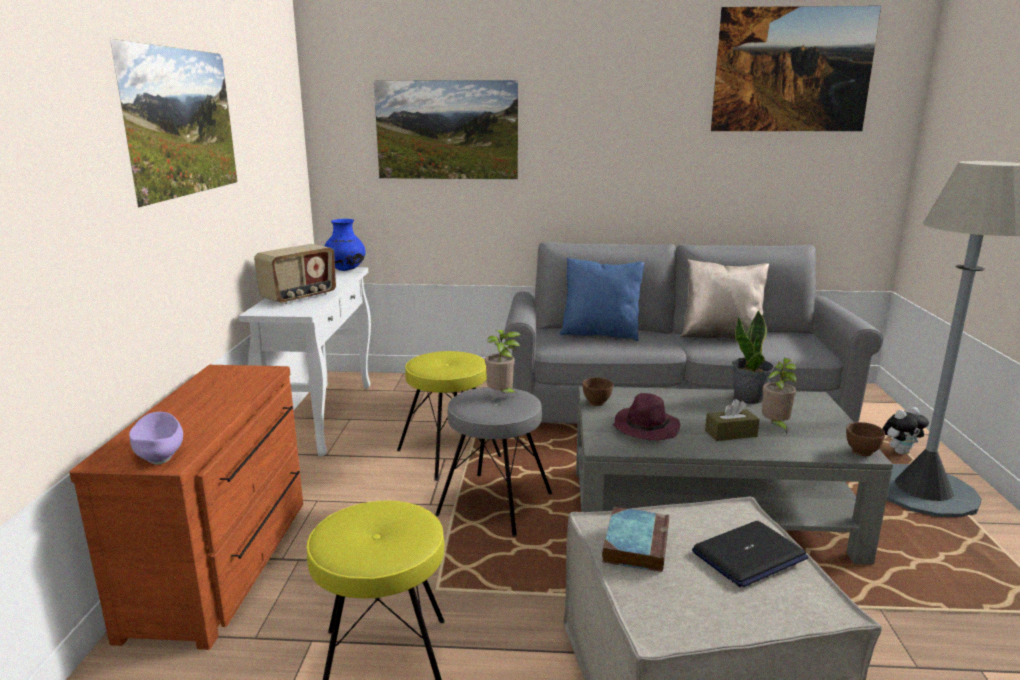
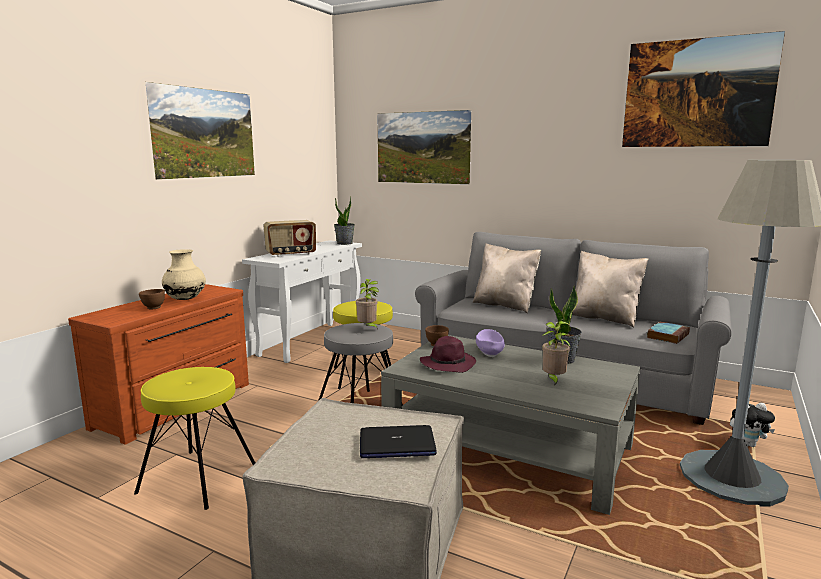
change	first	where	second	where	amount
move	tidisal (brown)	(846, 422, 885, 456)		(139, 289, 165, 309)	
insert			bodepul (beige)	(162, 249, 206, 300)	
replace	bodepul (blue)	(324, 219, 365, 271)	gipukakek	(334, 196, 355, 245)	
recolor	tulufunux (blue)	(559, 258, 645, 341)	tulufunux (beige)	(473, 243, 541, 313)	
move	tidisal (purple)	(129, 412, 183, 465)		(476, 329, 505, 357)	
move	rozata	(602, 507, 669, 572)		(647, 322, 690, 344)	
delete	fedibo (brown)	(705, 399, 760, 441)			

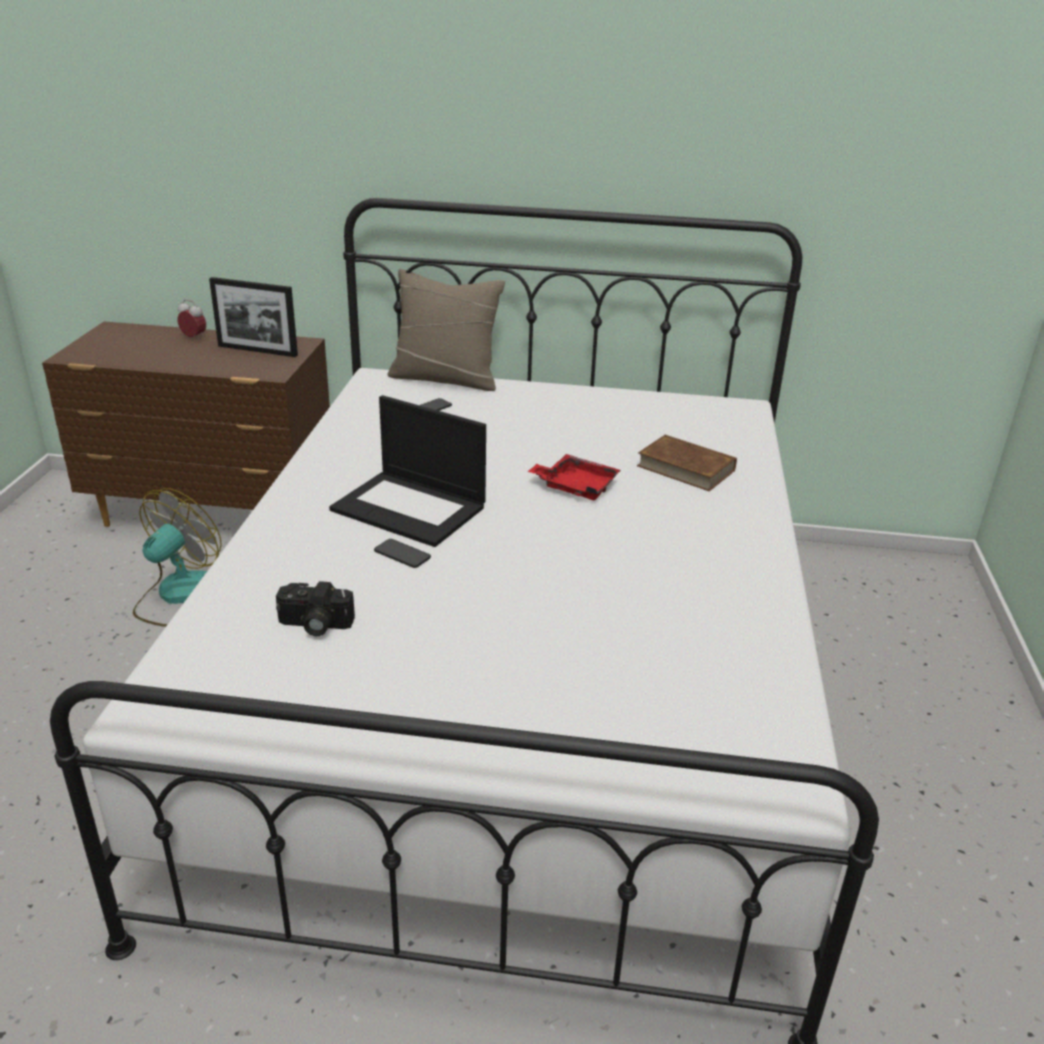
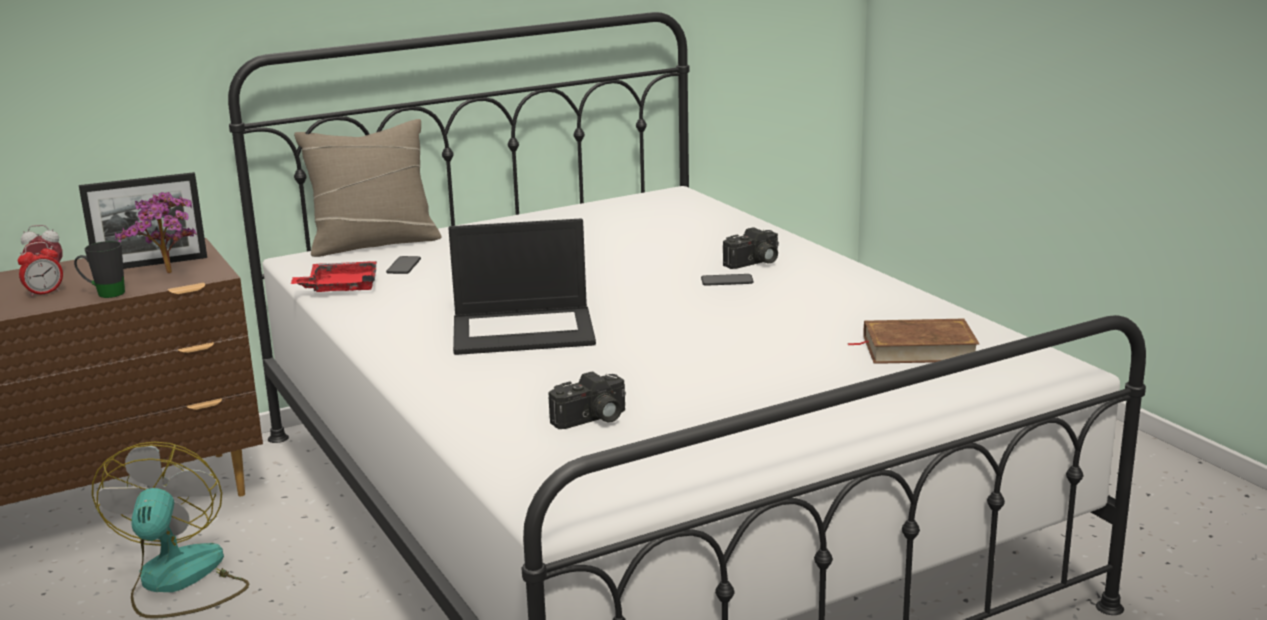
change	first	where	second	where	amount
insert			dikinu	(17, 242, 63, 297)	
insert			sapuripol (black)	(74, 241, 125, 298)	
insert			gipukakek	(115, 192, 196, 273)	
move	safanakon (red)	(528, 454, 621, 500)		(291, 261, 377, 292)	
move	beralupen	(374, 539, 431, 568)		(701, 274, 754, 286)	
insert			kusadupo	(723, 227, 779, 269)	
move	rozata (brown)	(637, 435, 737, 491)		(848, 319, 979, 364)	

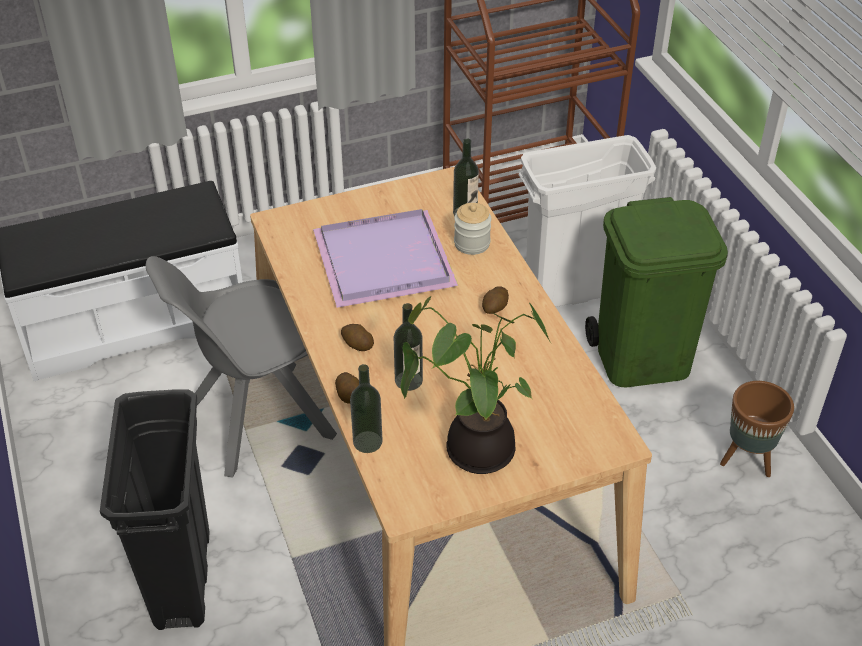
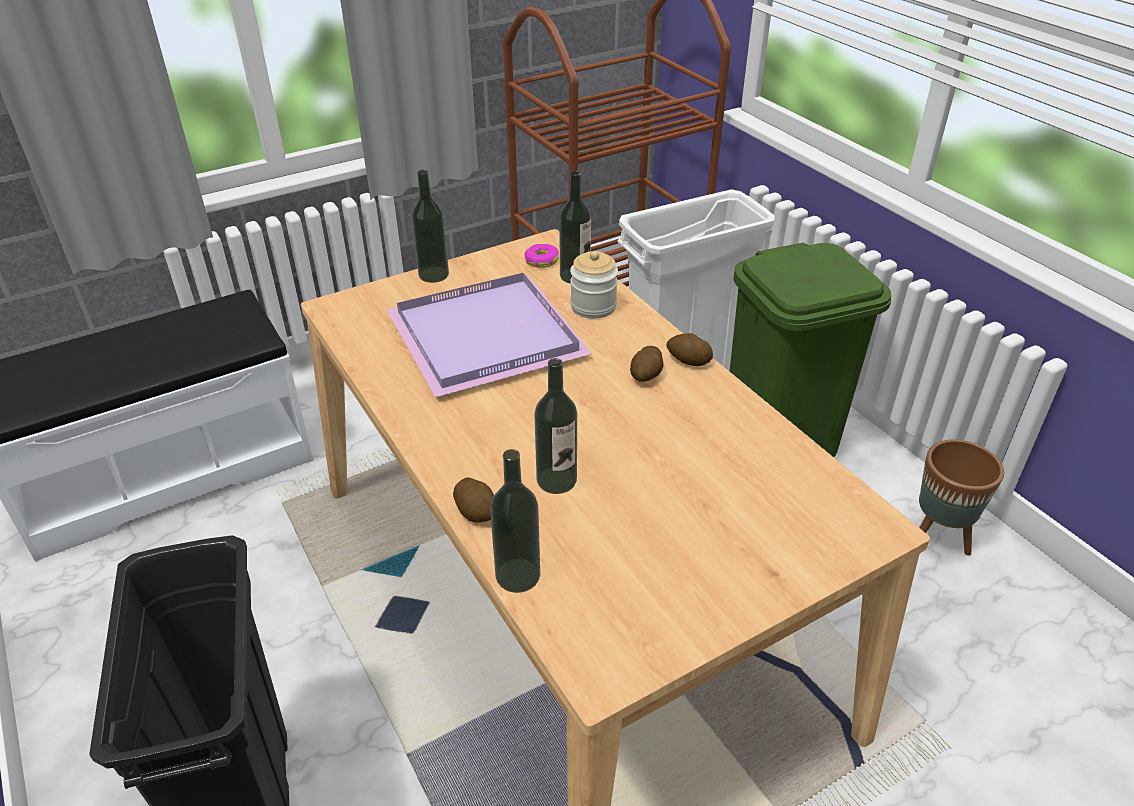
change	first	where	second	where	amount
insert			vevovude	(411, 170, 449, 283)	
insert			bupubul	(525, 244, 559, 268)	
move	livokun	(341, 324, 374, 351)		(666, 333, 713, 366)	
delete	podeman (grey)	(145, 256, 337, 478)			
delete	gipukakek	(401, 296, 551, 474)			

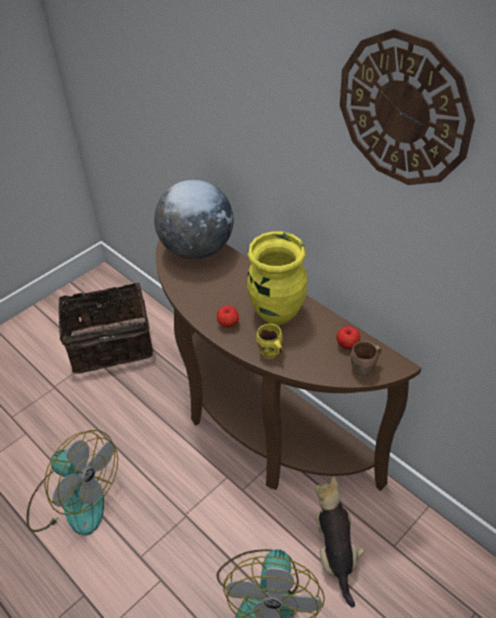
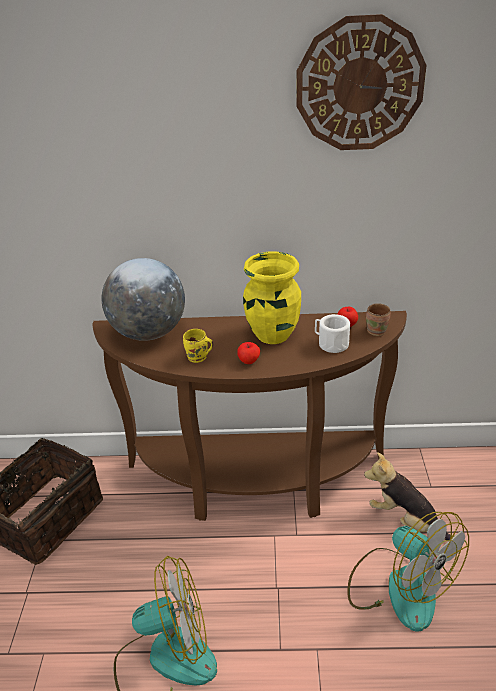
change	first	where	second	where	amount
move	sapuripol (yellow)	(256, 324, 283, 359)		(183, 329, 213, 363)	
insert			sapuripol (white)	(315, 314, 350, 353)	

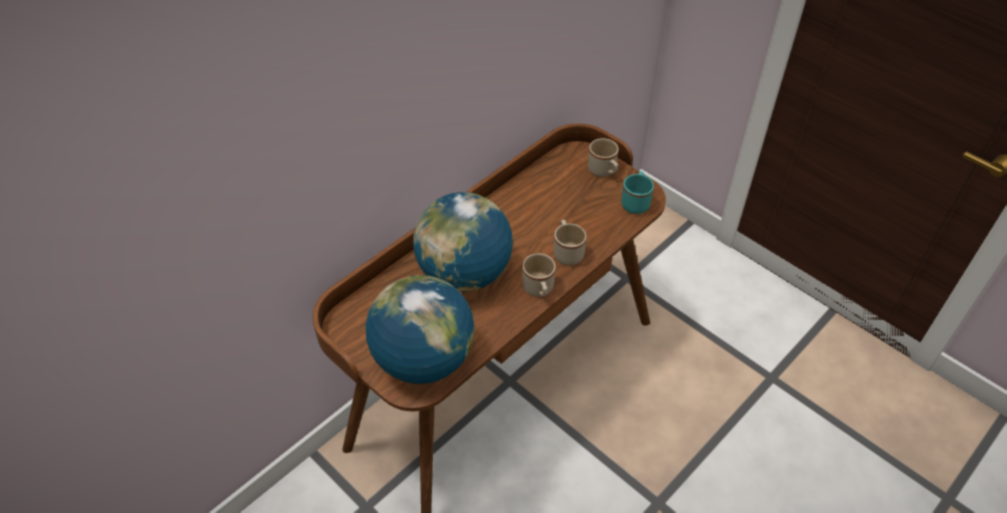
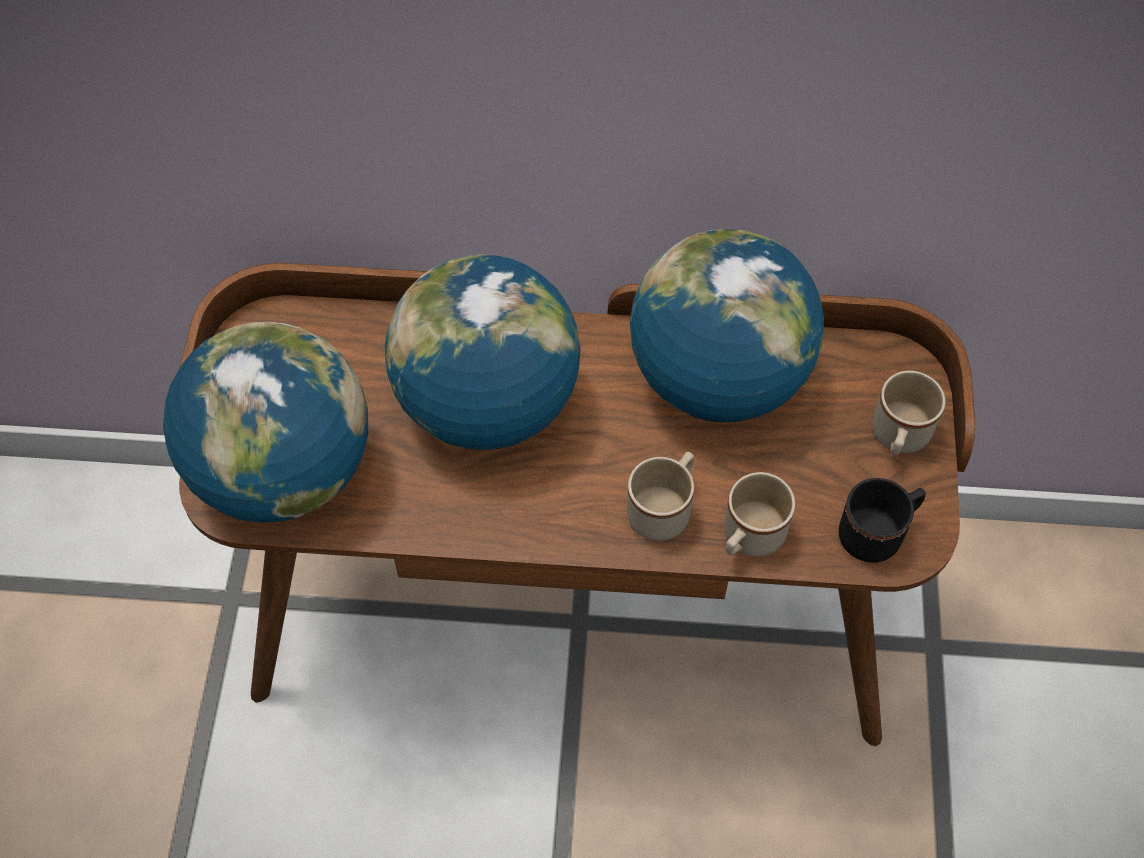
change	first	where	second	where	amount
insert			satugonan	(630, 229, 824, 423)	
move	sapuripol (beige)	(522, 253, 556, 297)		(724, 472, 795, 557)	
recolor	sapuripol (turquoise)	(621, 171, 654, 214)	sapuripol (black)	(839, 478, 926, 563)	

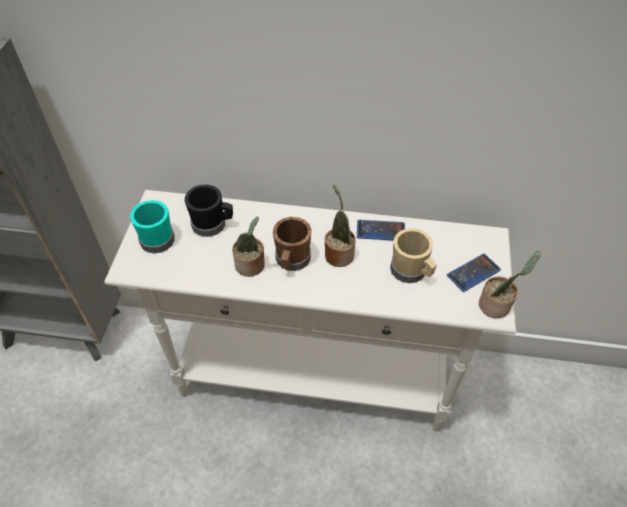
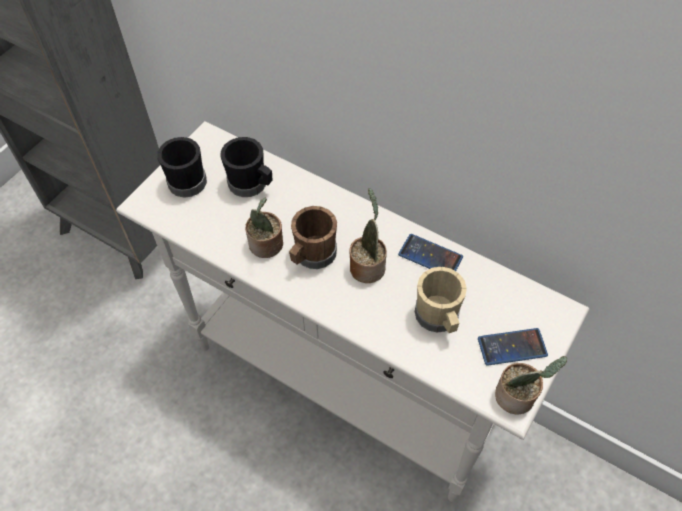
change	first	where	second	where	amount
recolor	sapuripol (turquoise)	(130, 200, 175, 253)	sapuripol (black)	(157, 137, 207, 198)	

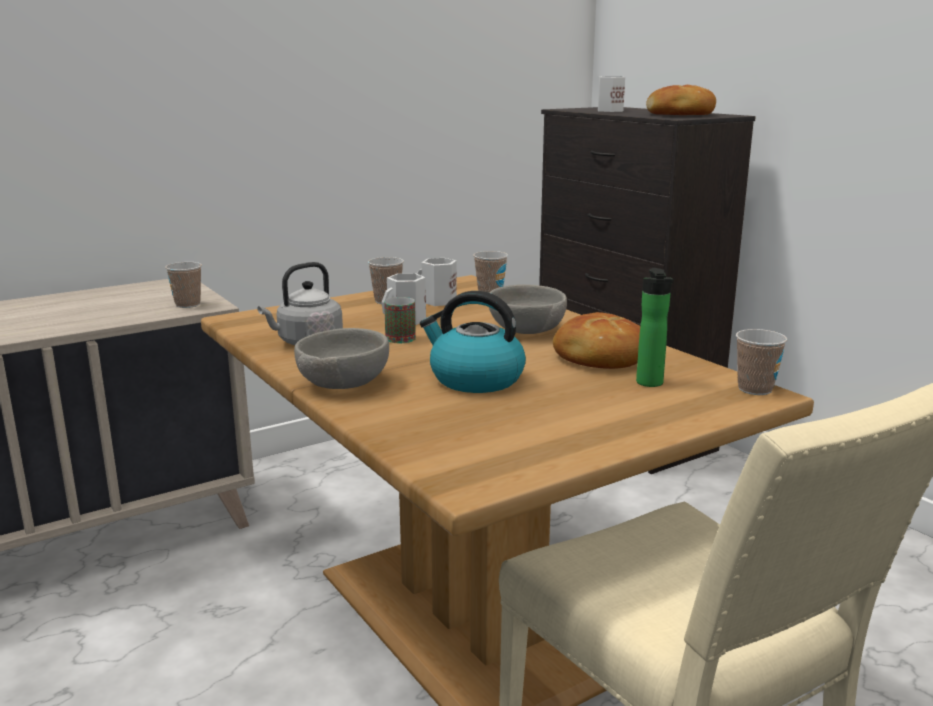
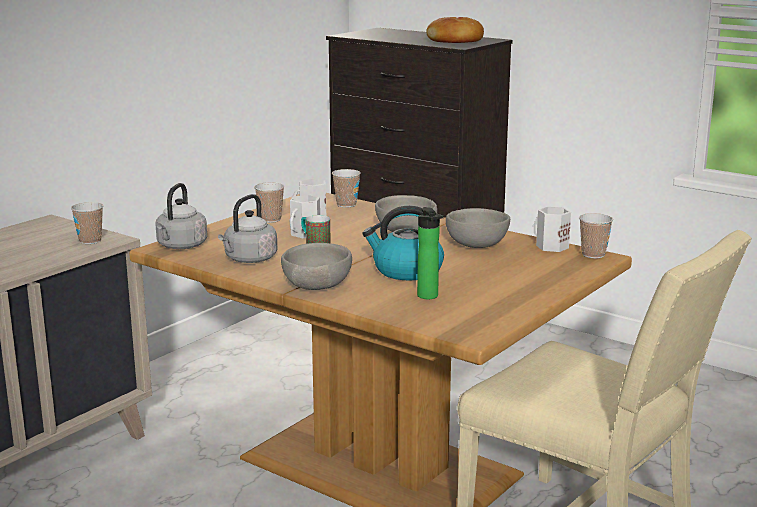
change	first	where	second	where	amount
insert			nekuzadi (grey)	(155, 183, 207, 249)	
move	vevovude	(636, 268, 673, 387)		(417, 207, 444, 299)	
replace	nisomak	(553, 312, 640, 369)	tidisal (grey)	(446, 208, 510, 248)	
move	sapuripol (white)	(598, 76, 625, 112)		(534, 207, 571, 252)	

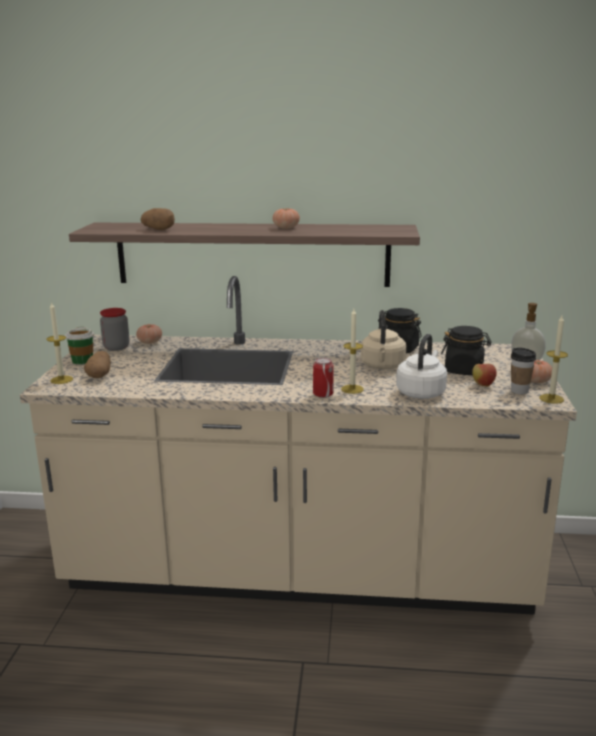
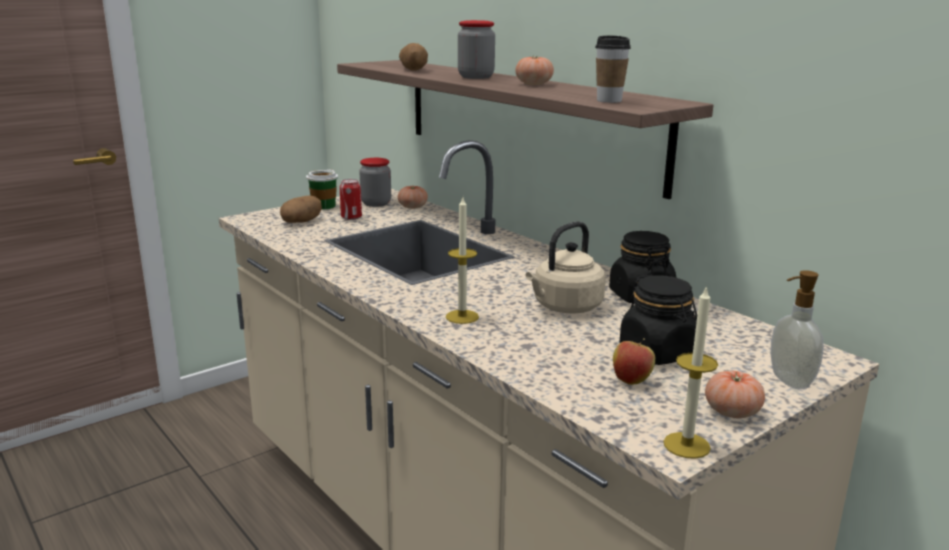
change	first	where	second	where	amount
move	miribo	(313, 357, 334, 398)		(340, 179, 362, 220)	
insert			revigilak	(458, 20, 495, 79)	
move	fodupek	(511, 347, 536, 394)		(595, 36, 631, 103)	
delete	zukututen	(46, 301, 73, 384)			
delete	nekuzadi (white)	(396, 334, 447, 399)			

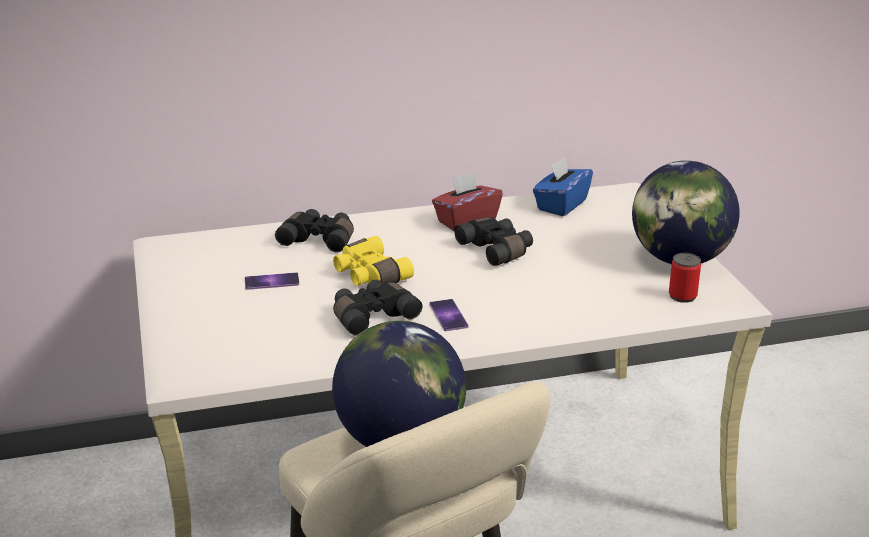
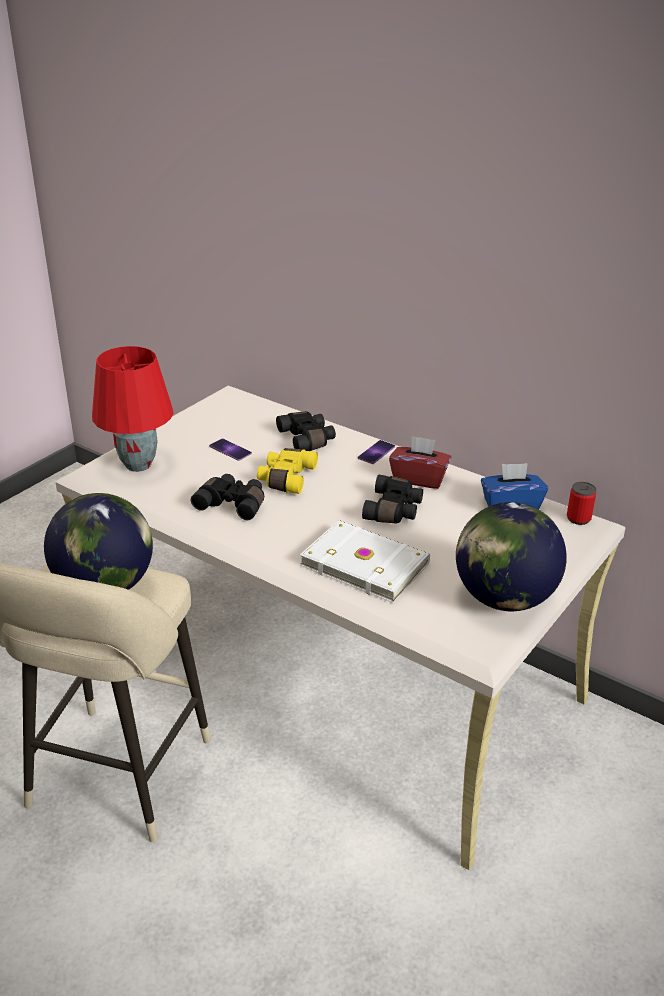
change	first	where	second	where	amount
insert			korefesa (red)	(92, 346, 174, 472)	
insert			rozata (white)	(300, 520, 430, 603)	
move	beralupen	(429, 299, 469, 331)		(358, 440, 395, 464)	
move	miribo	(669, 253, 701, 303)		(567, 482, 596, 525)	

